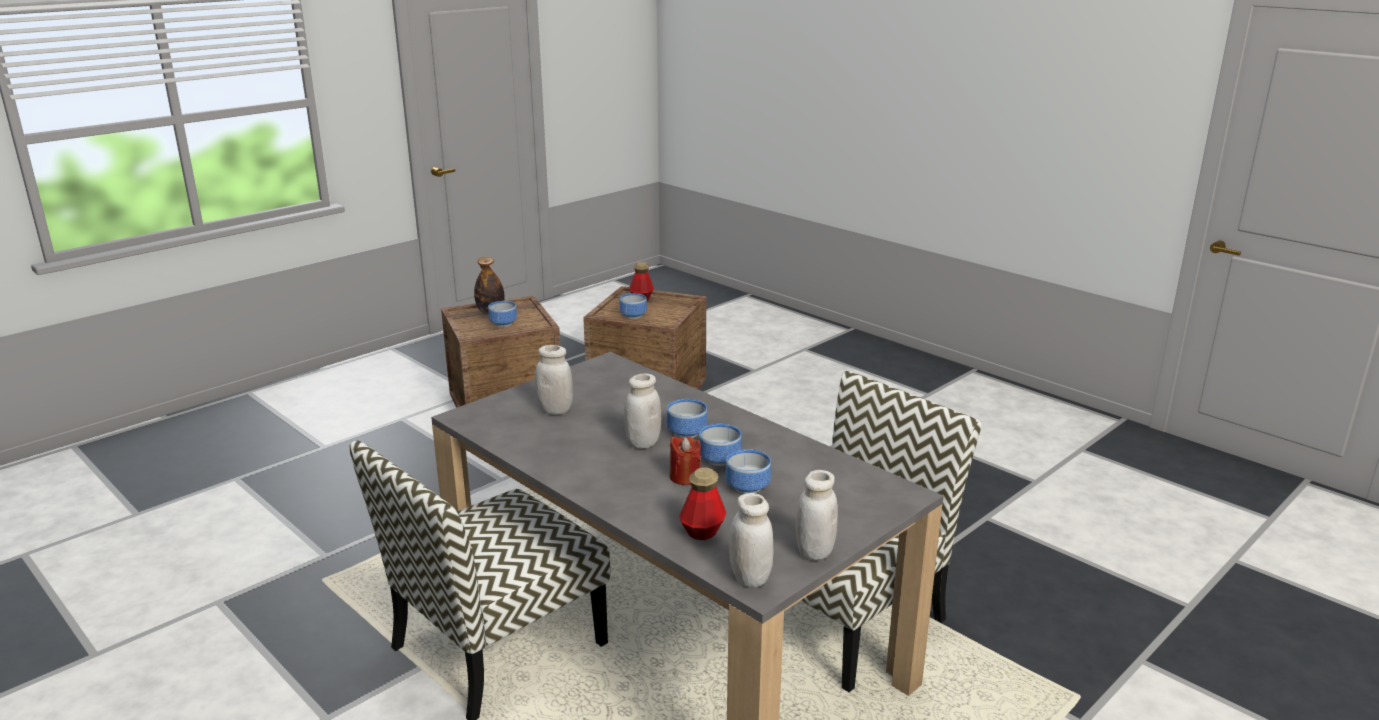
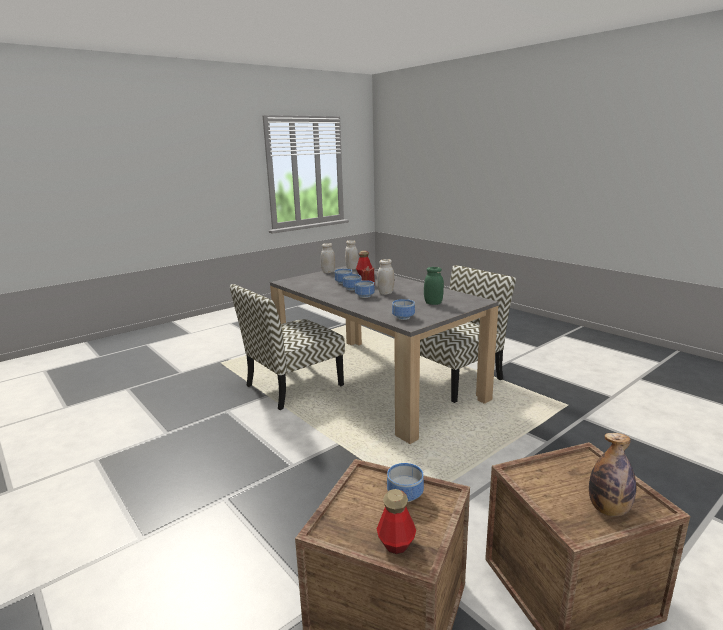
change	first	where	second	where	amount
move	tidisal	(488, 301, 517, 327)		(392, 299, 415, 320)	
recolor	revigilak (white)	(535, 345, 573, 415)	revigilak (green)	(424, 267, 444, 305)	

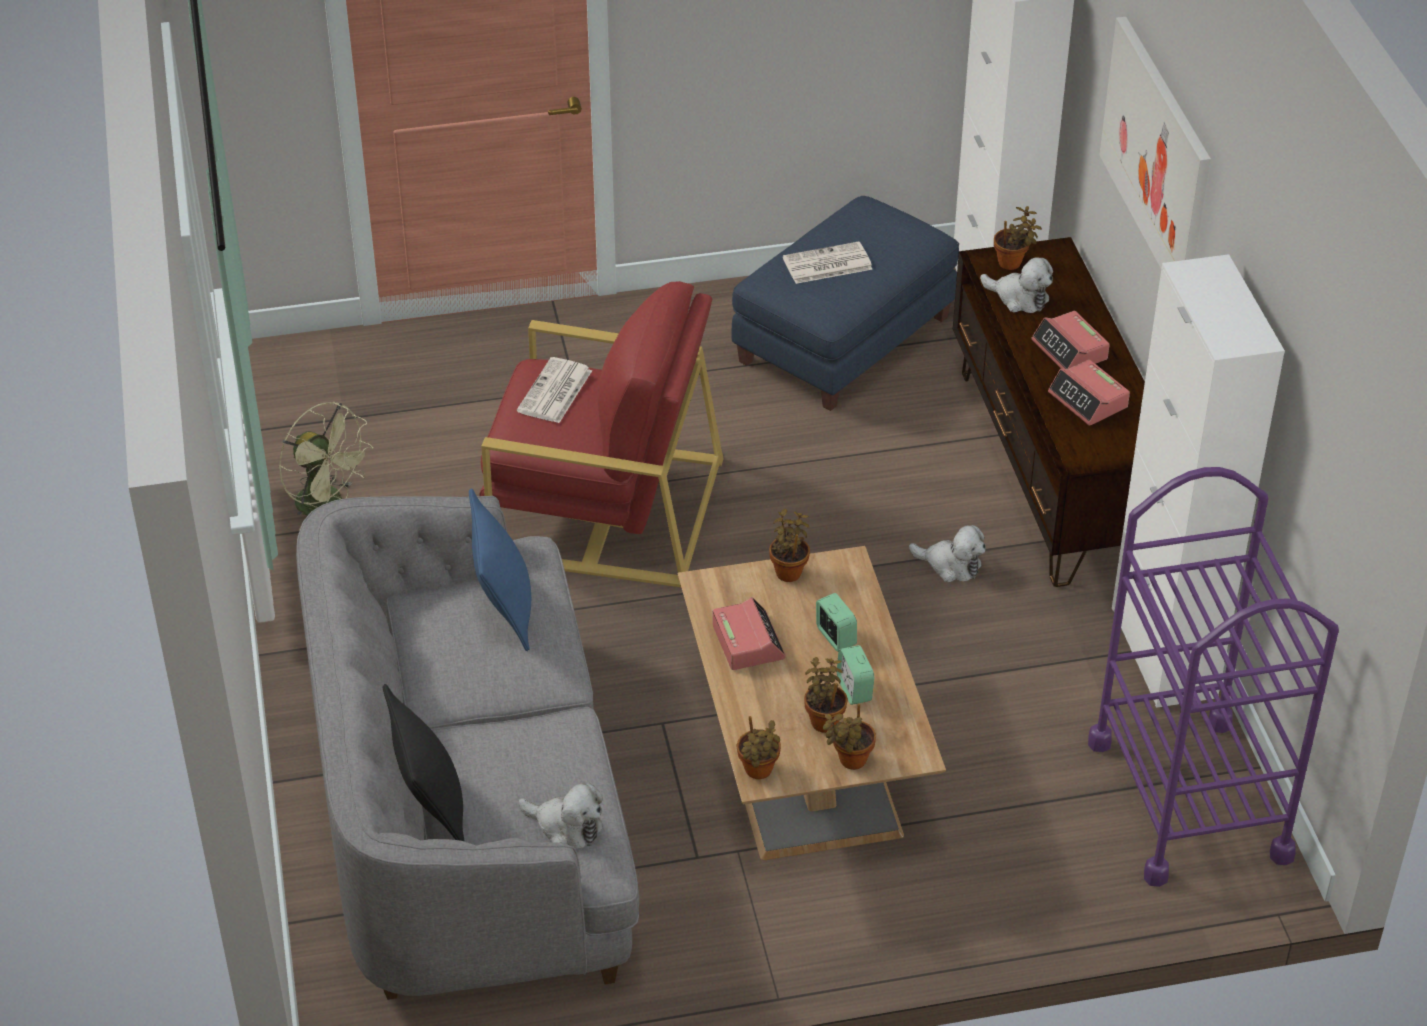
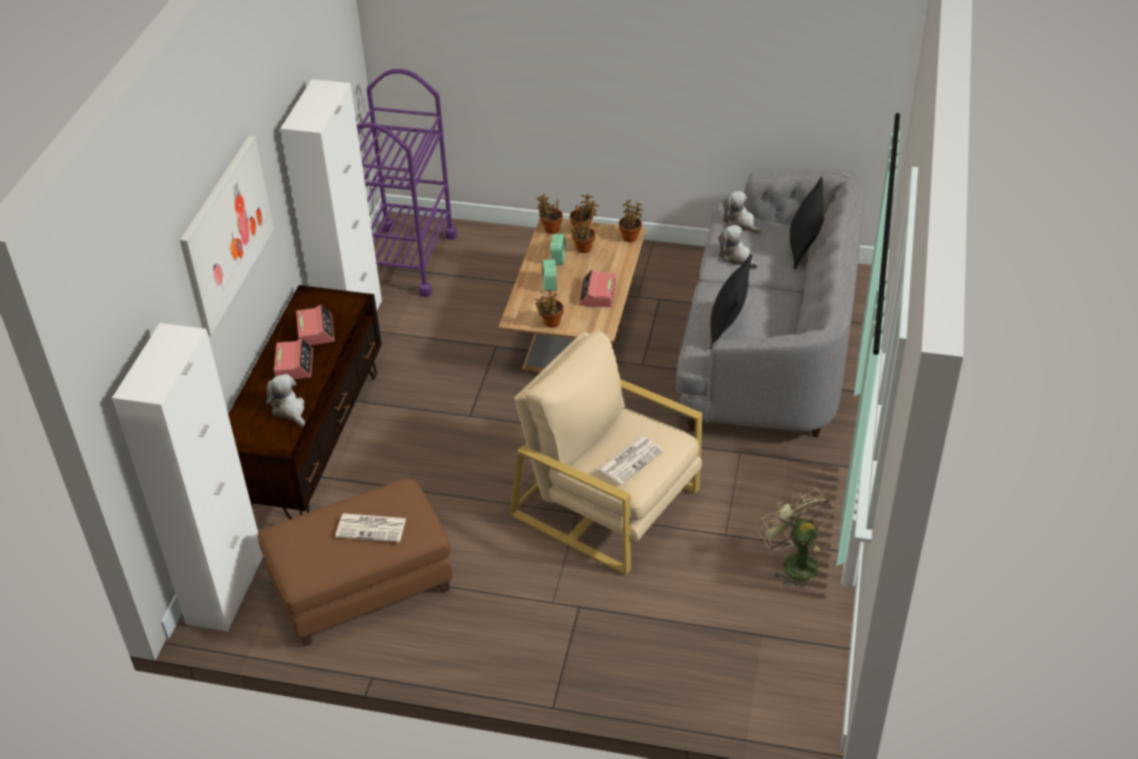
change	first	where	second	where	amount
recolor	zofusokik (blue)	(731, 196, 959, 411)	zofusokik (brown)	(258, 478, 453, 647)	
recolor	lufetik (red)	(479, 281, 724, 587)	lufetik (beige)	(510, 331, 703, 575)	
move	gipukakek	(994, 206, 1042, 270)		(536, 194, 563, 234)	
recolor	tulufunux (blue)	(469, 488, 531, 651)	tulufunux (black)	(710, 254, 752, 349)	
move	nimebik	(909, 525, 986, 582)		(718, 225, 759, 269)	

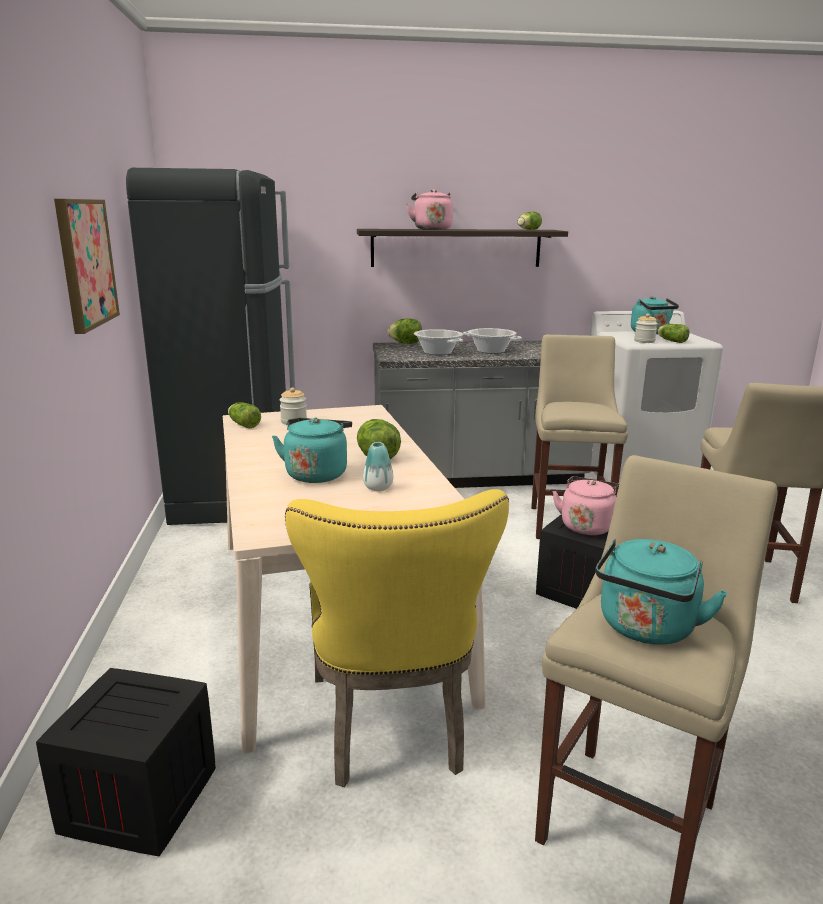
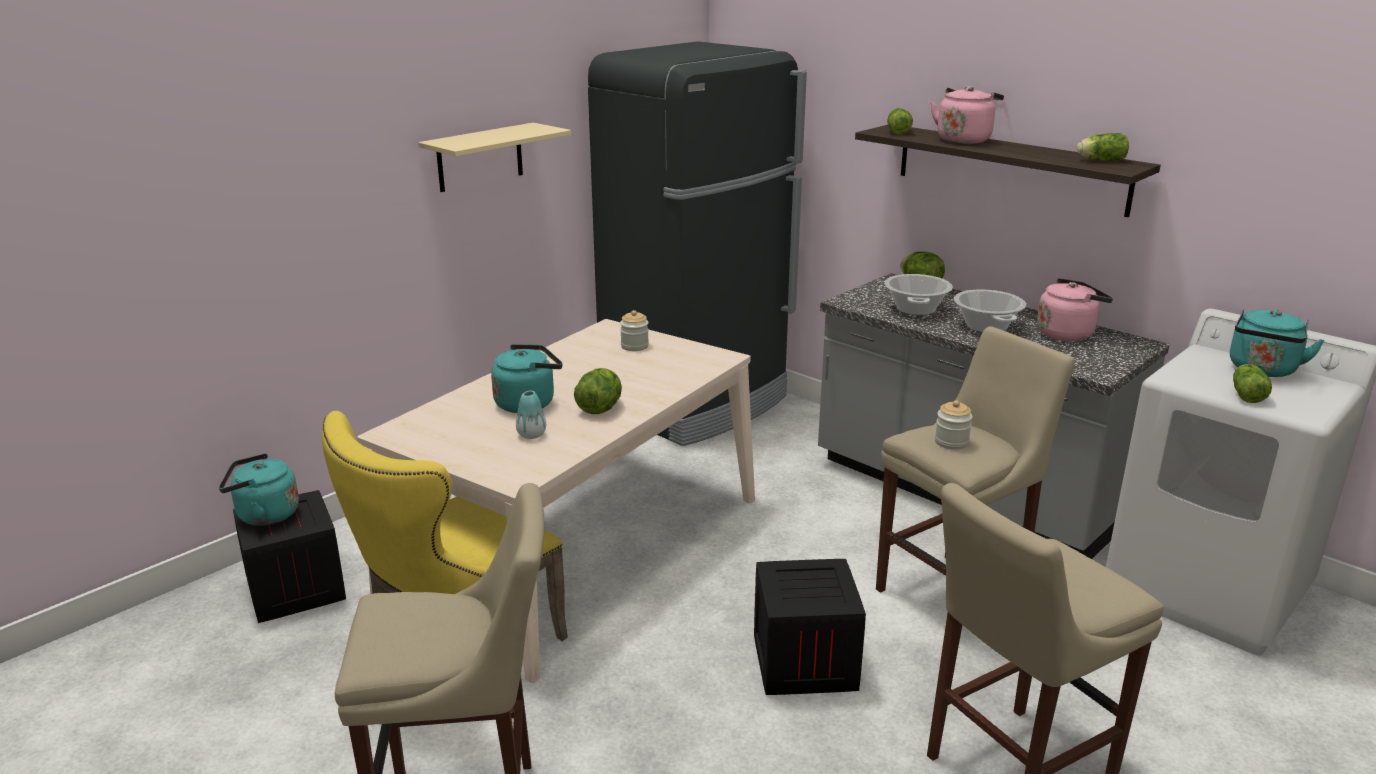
change	first	where	second	where	amount
move	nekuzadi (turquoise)	(595, 539, 728, 645)		(219, 453, 299, 526)	
replace	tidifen	(54, 199, 120, 334)	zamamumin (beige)	(418, 123, 571, 192)	
move	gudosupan	(228, 403, 261, 428)		(887, 108, 913, 135)	
move	revigilak	(634, 314, 658, 343)		(935, 400, 973, 450)	
move	nekuzadi (pink)	(552, 476, 619, 535)		(1037, 278, 1113, 341)	

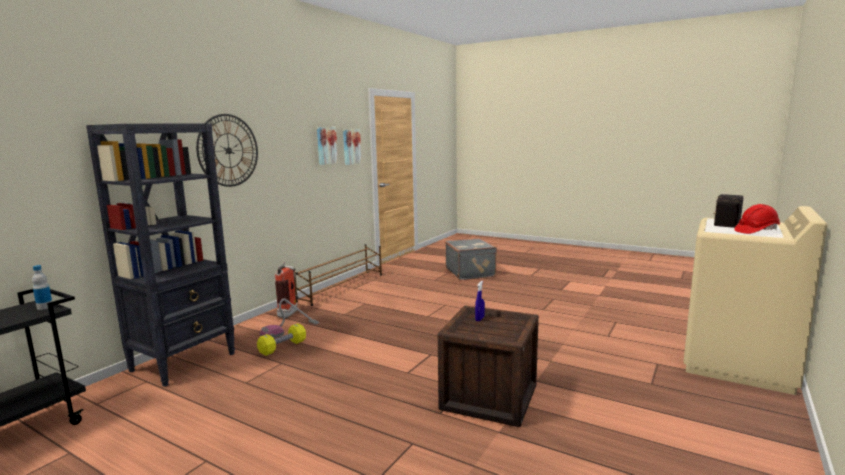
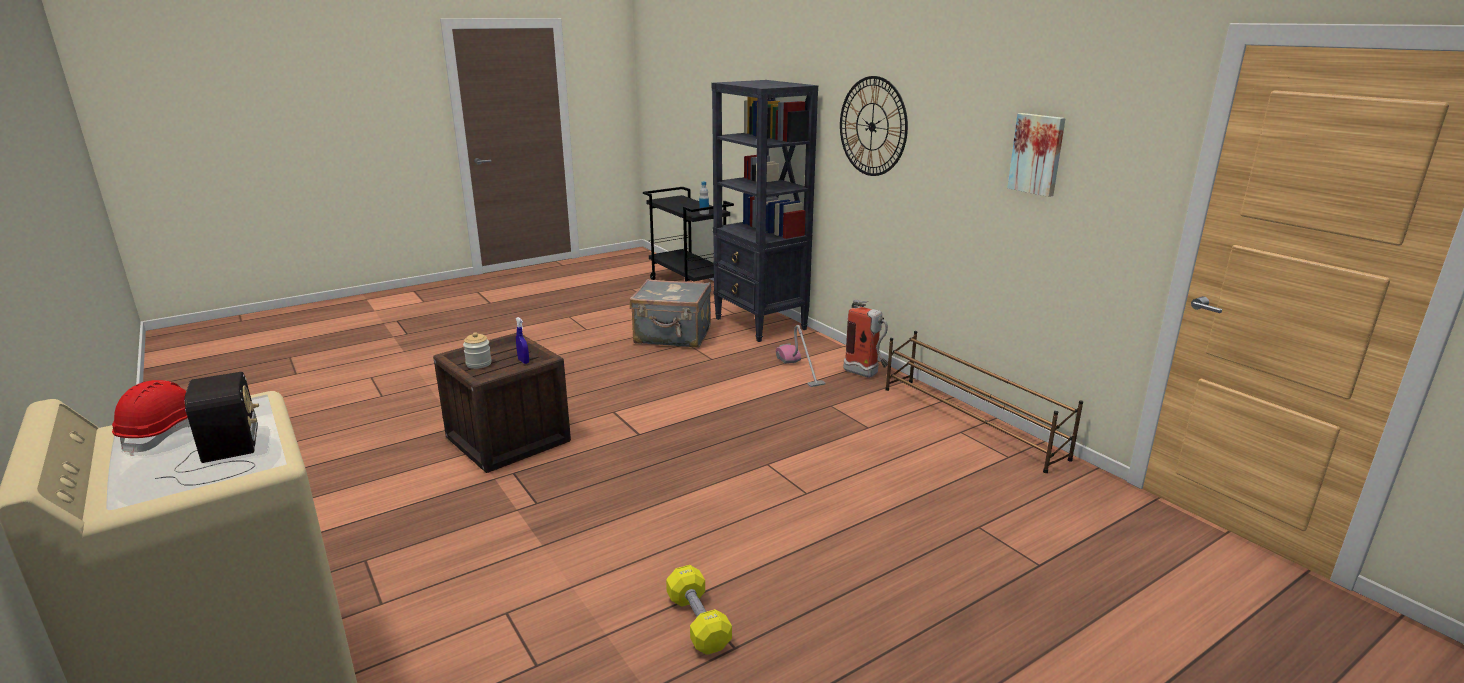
change	first	where	second	where	amount
insert			revigilak	(463, 332, 492, 369)	
move	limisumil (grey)	(446, 238, 497, 280)		(630, 279, 711, 348)	
move	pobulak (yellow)	(257, 323, 306, 356)		(666, 565, 732, 655)	
delete	tidifen	(343, 129, 362, 165)			

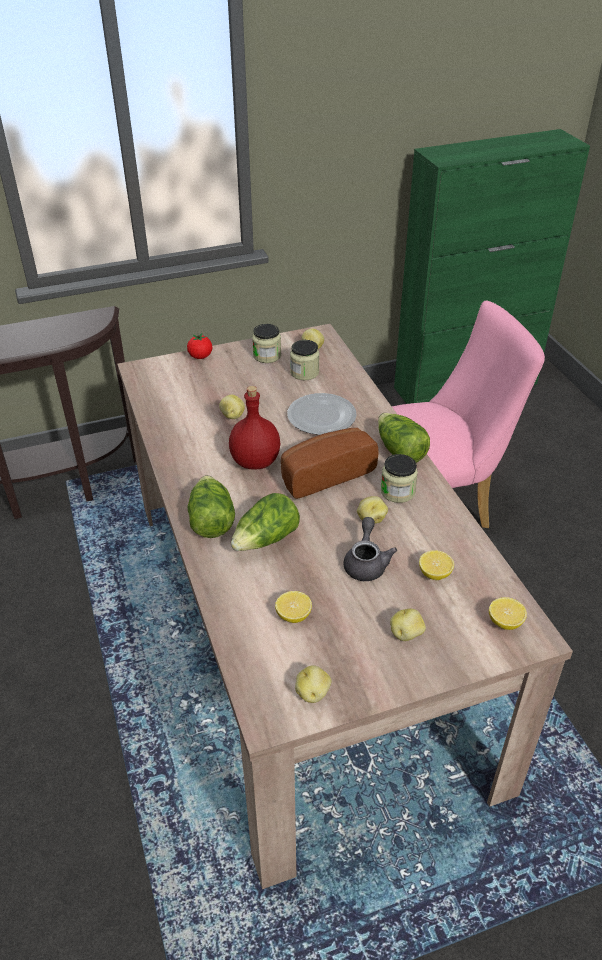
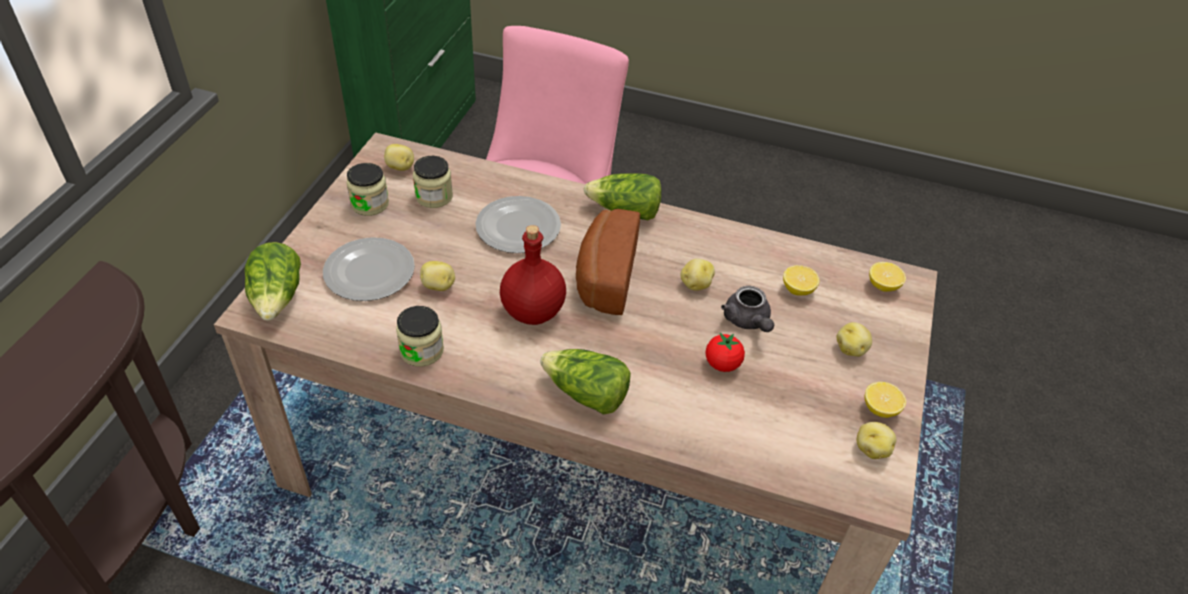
change	first	where	second	where	amount
move	gudosupan	(231, 493, 300, 551)		(245, 242, 301, 321)	
insert			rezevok	(323, 237, 415, 301)	
move	revigilak	(381, 454, 418, 503)		(396, 306, 444, 367)	
move	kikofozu	(187, 333, 212, 359)		(705, 333, 745, 372)	
rotate	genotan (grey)	(343, 517, 397, 581)		(721, 286, 774, 332)	150 degrees counterclockwise
move	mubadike	(275, 591, 312, 623)		(864, 382, 906, 418)	

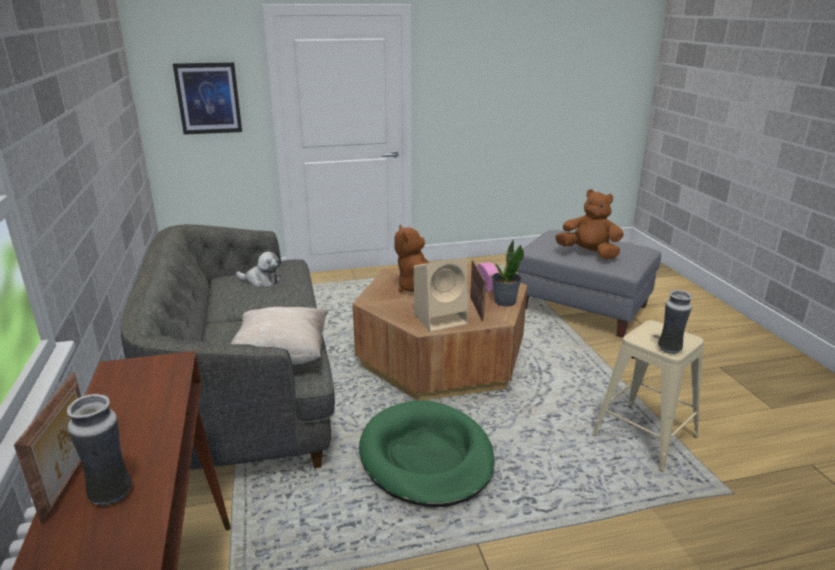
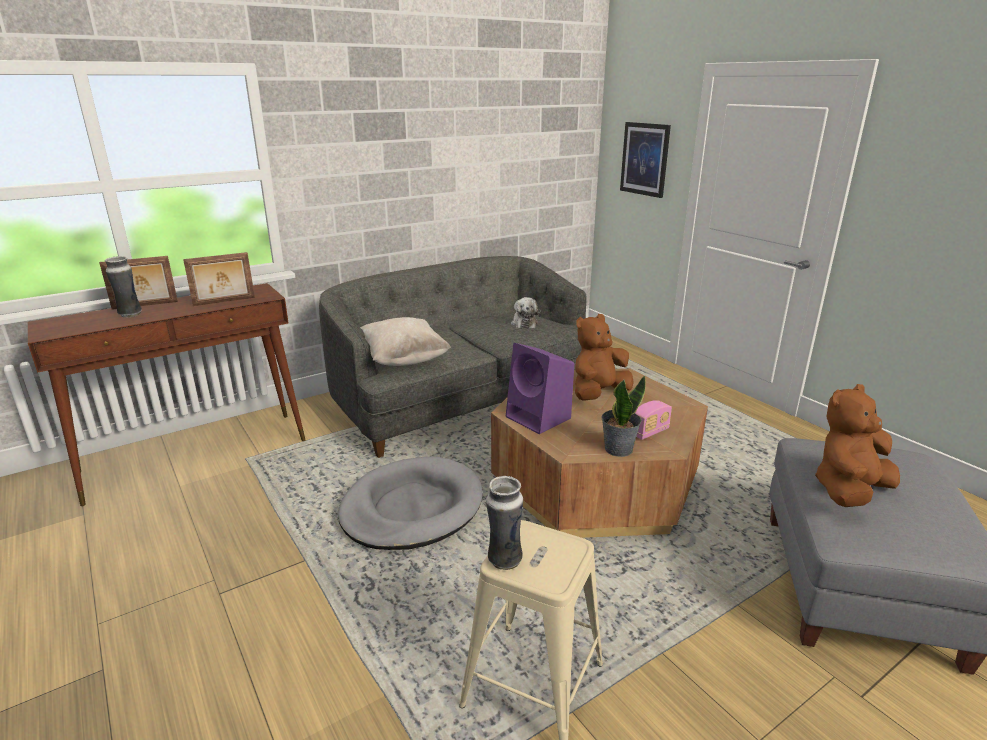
change	first	where	second	where	amount
move	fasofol	(470, 260, 486, 321)		(183, 252, 255, 306)	
recolor	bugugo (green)	(359, 400, 495, 507)	bugugo (grey)	(338, 456, 483, 550)	
recolor	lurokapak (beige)	(414, 257, 468, 332)	lurokapak (purple)	(506, 343, 574, 434)	
rotate	nimebik (brown)	(555, 189, 624, 259)		(815, 384, 900, 507)	135 degrees counterclockwise

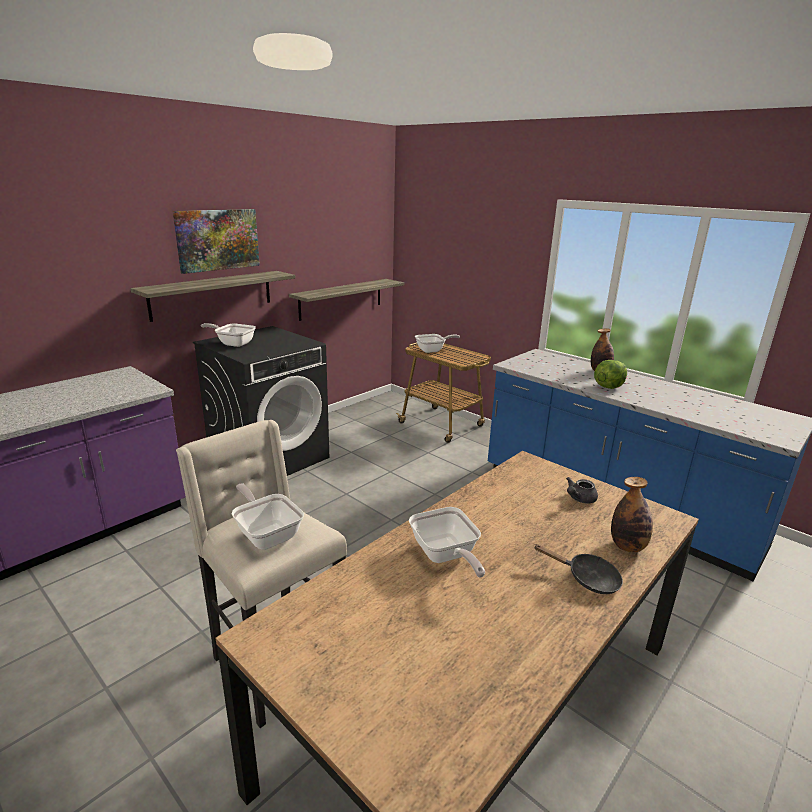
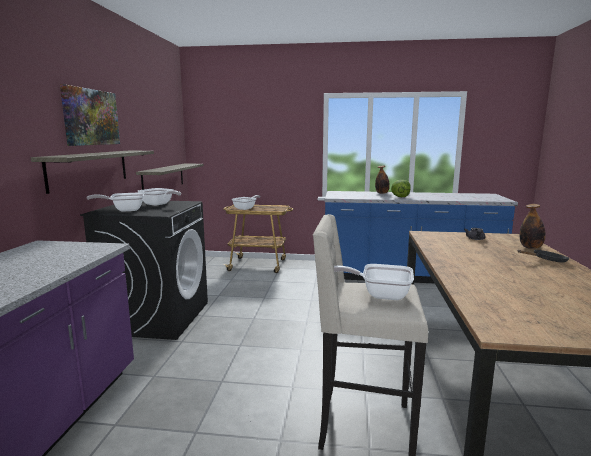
change	first	where	second	where	amount
move	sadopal	(409, 507, 485, 578)		(138, 188, 181, 206)	

